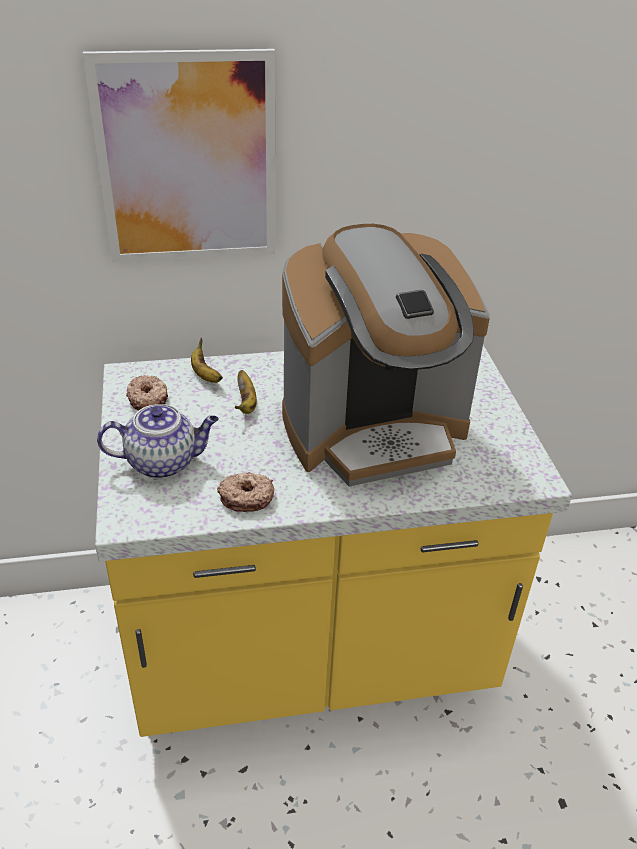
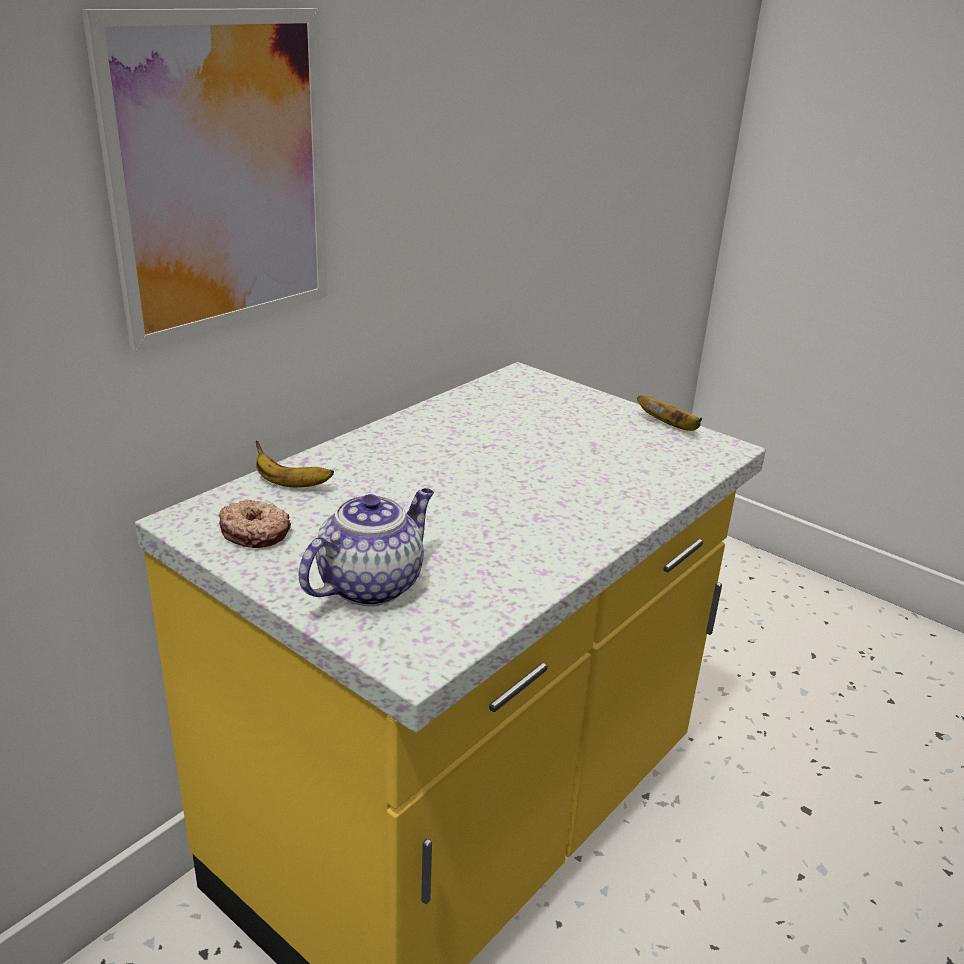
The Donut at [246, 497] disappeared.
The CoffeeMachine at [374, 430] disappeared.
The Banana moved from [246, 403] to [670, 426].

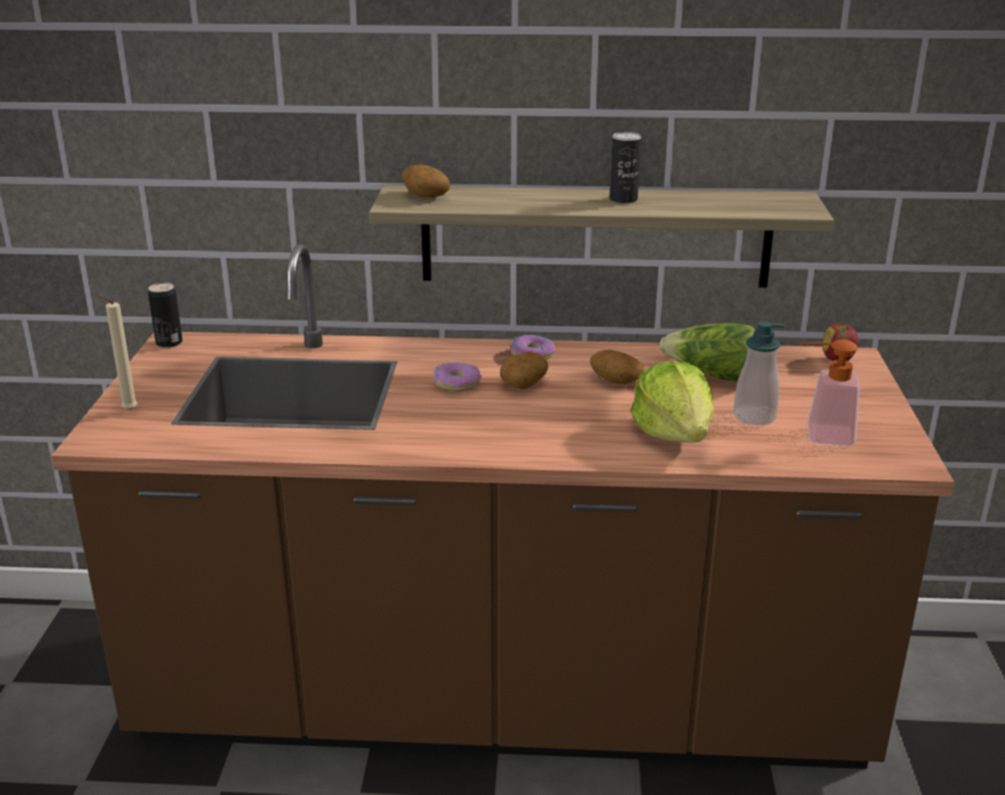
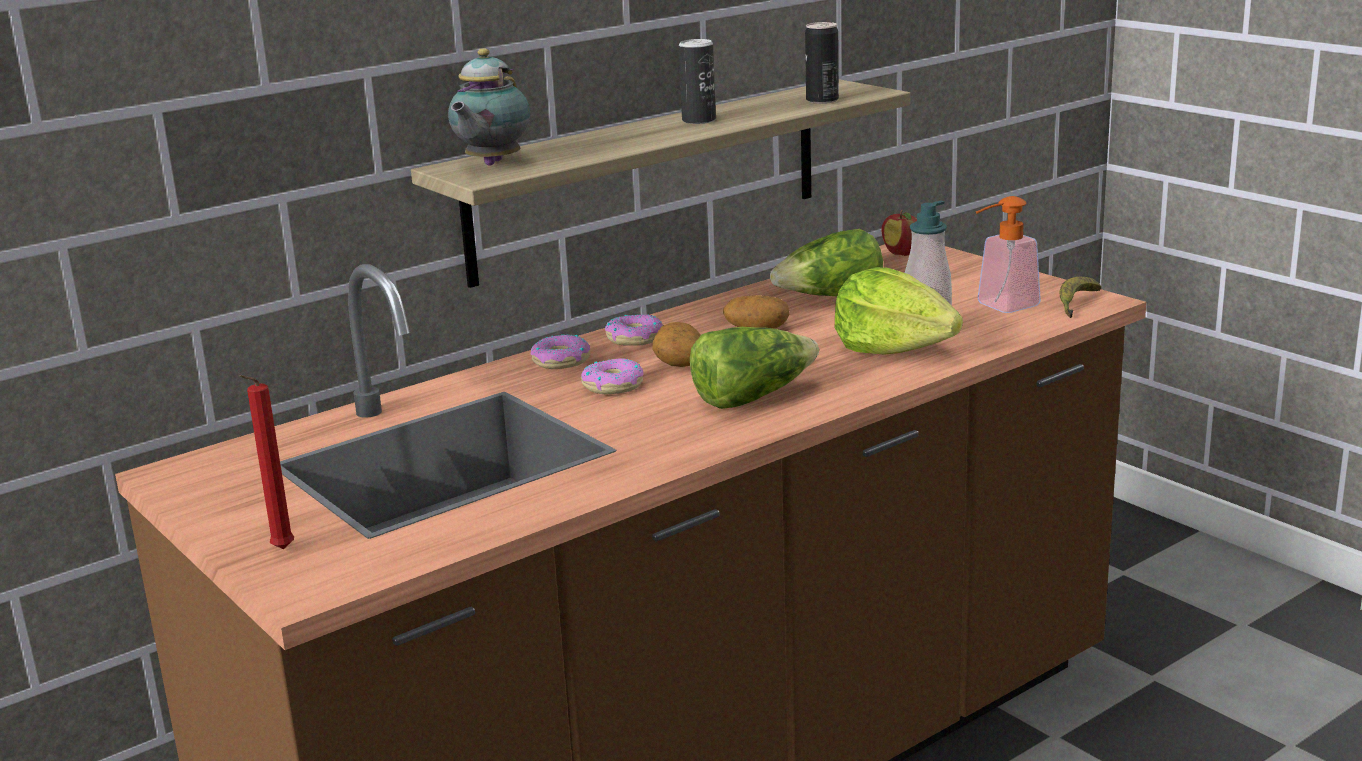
The Donut at [561, 361] appeared.
The Lettuce at [752, 397] appeared.
The Banana at [1076, 304] appeared.
The Can moved from [169, 343] to [822, 100].
The Potato at [425, 195] was replaced by the Teapot at [491, 164].
The BeigeCandle at [127, 411] became the RedCandle at [280, 550].

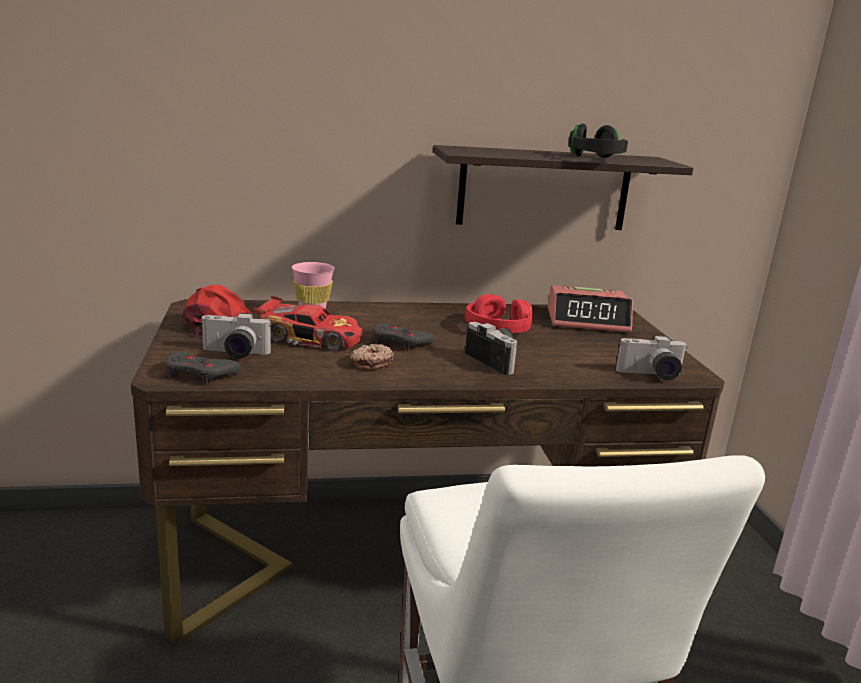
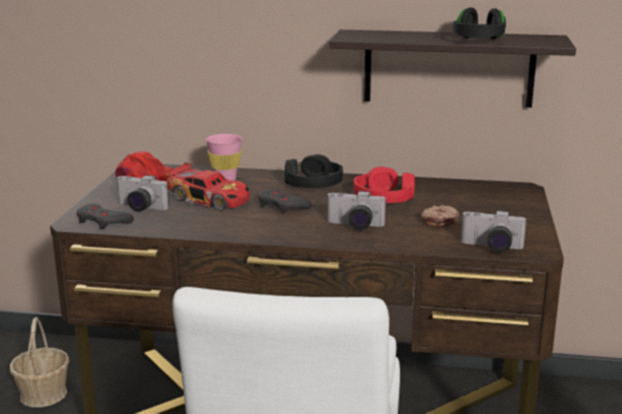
The AlarmClock at [588, 320] disappeared.
The Basket at [43, 394] appeared.
The BlackHeadphones at [312, 184] appeared.
The Donut moved from [371, 363] to [439, 221].
The PhotoCamera at [496, 360] turned 120 degrees clockwise.

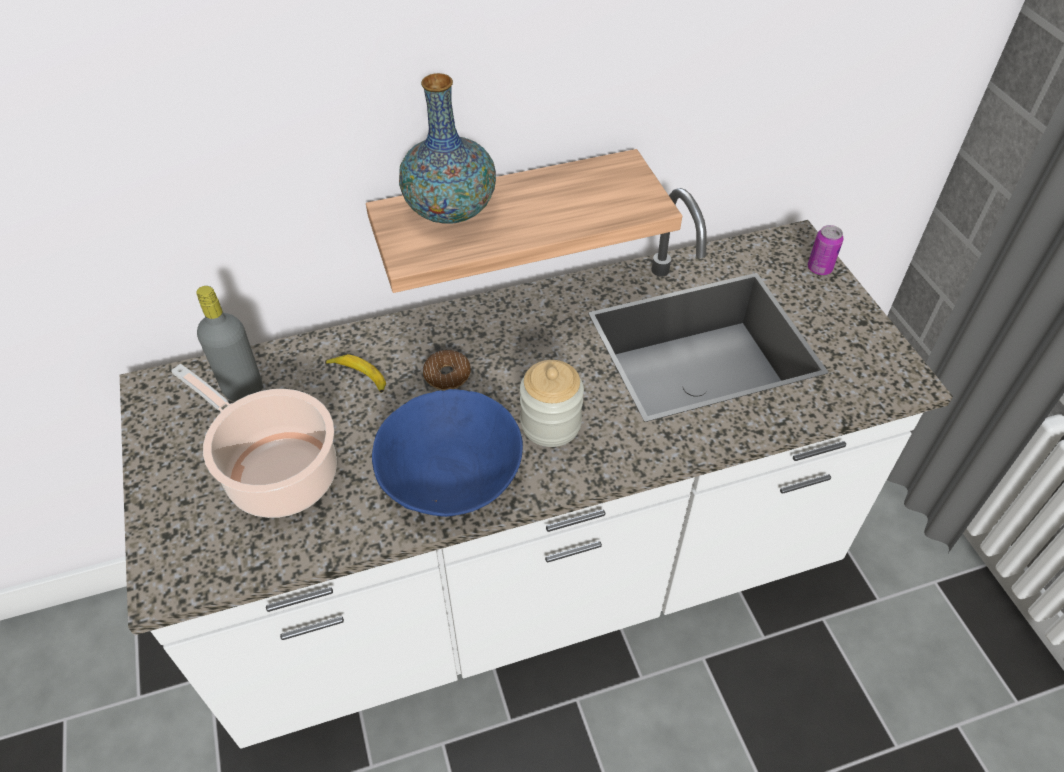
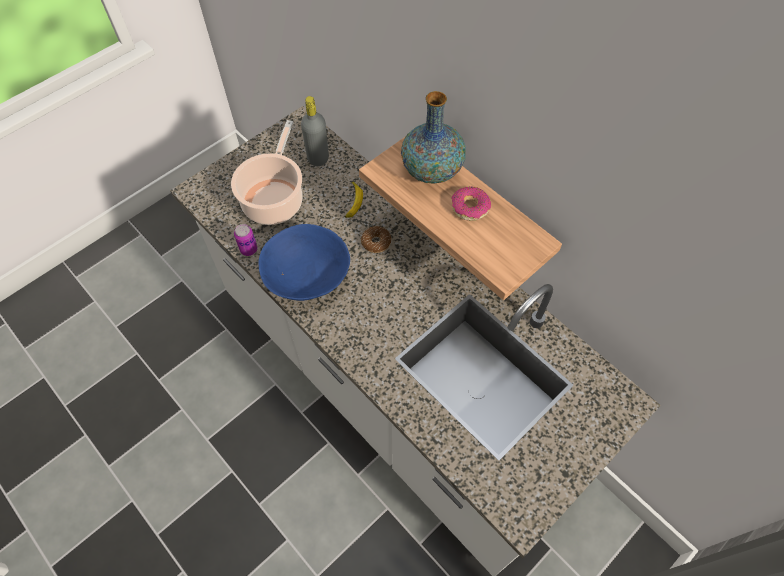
The Jar at [550, 424] disappeared.
The Donut at [470, 208] appeared.
The Can moved from [819, 268] to [249, 249].

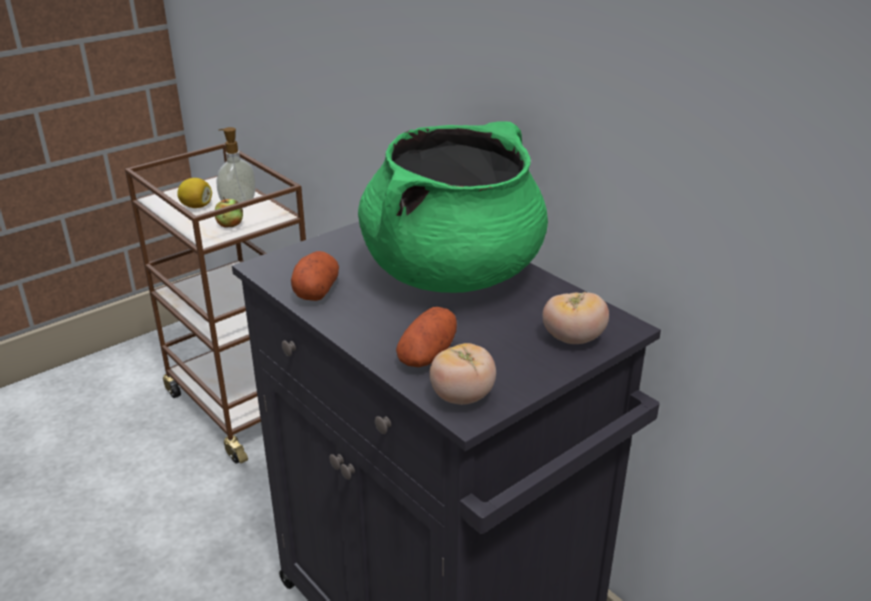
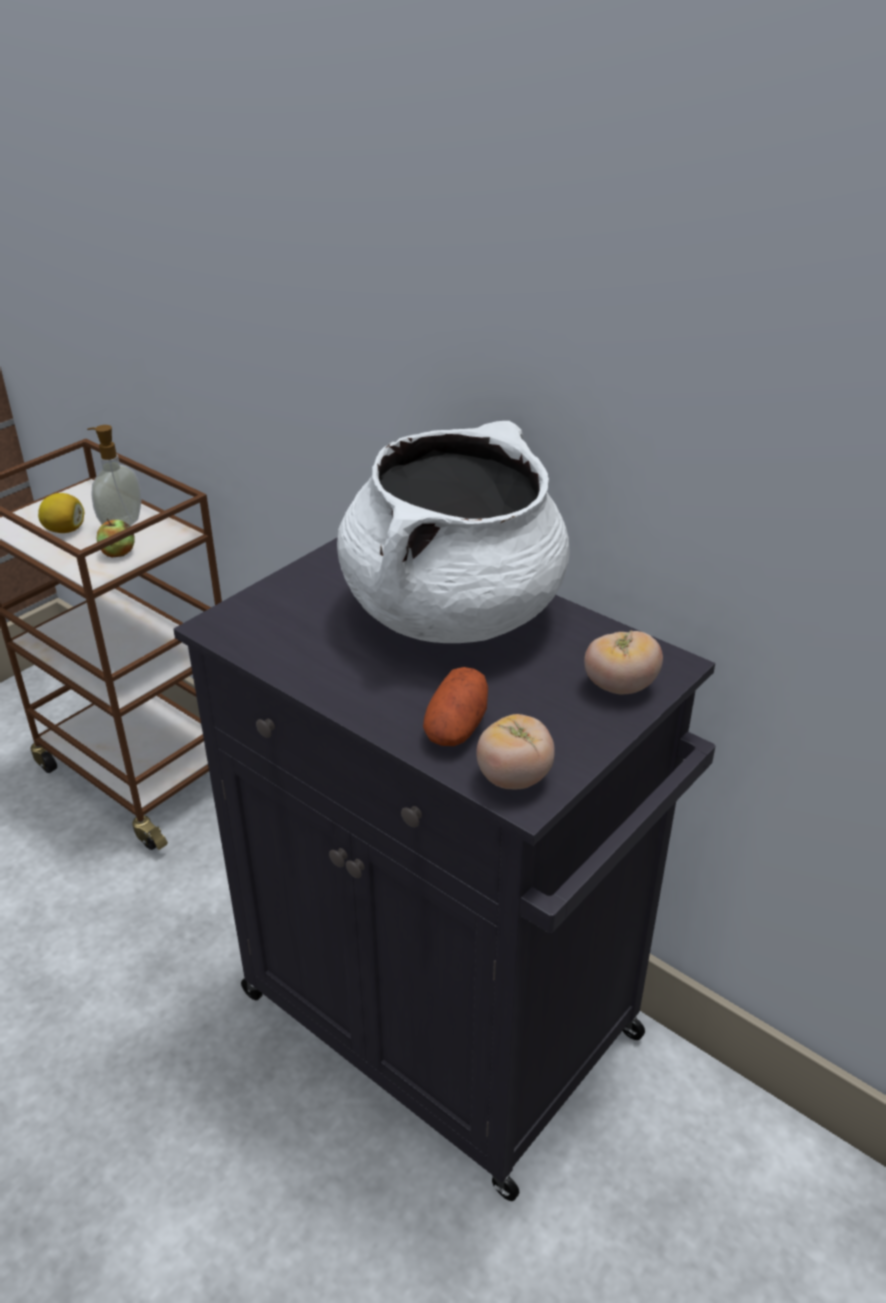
The Potato at [316, 290] disappeared.
The GreenCookingPot at [453, 273] became the WhiteCookingPot at [453, 612].

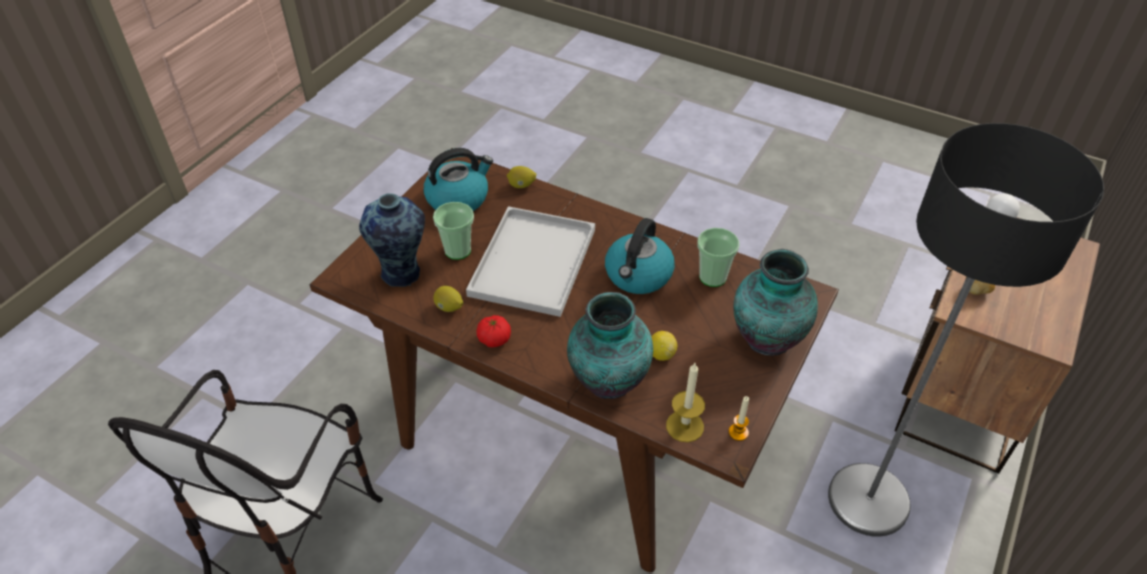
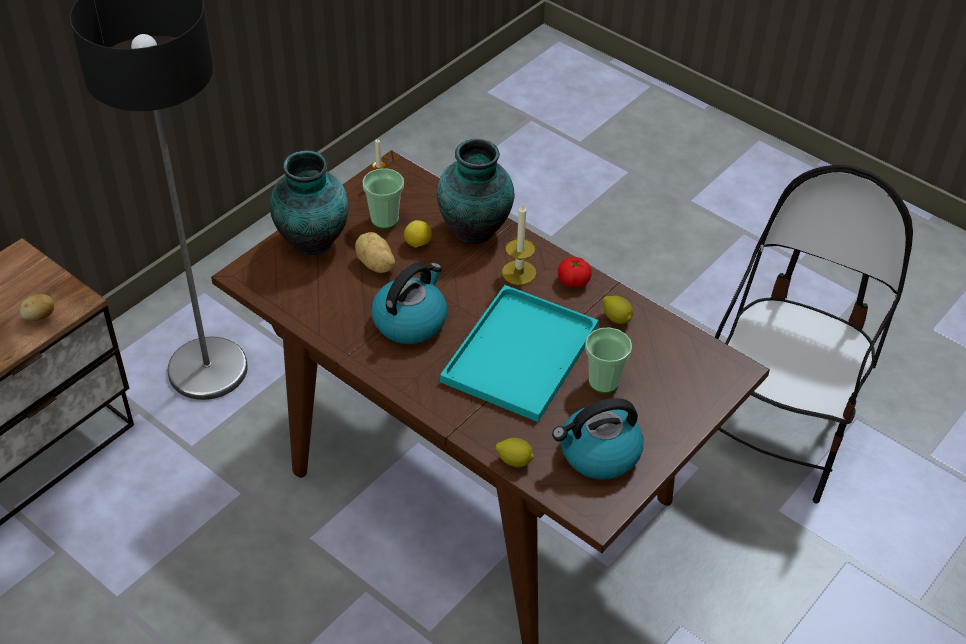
The Vase at [402, 274] disappeared.
The Potato at [375, 265] appeared.
The Candle moved from [684, 426] to [519, 272].
The Cup moved from [712, 277] to [385, 219].
The WhiteTray at [532, 260] became the TurquoiseTray at [520, 356].

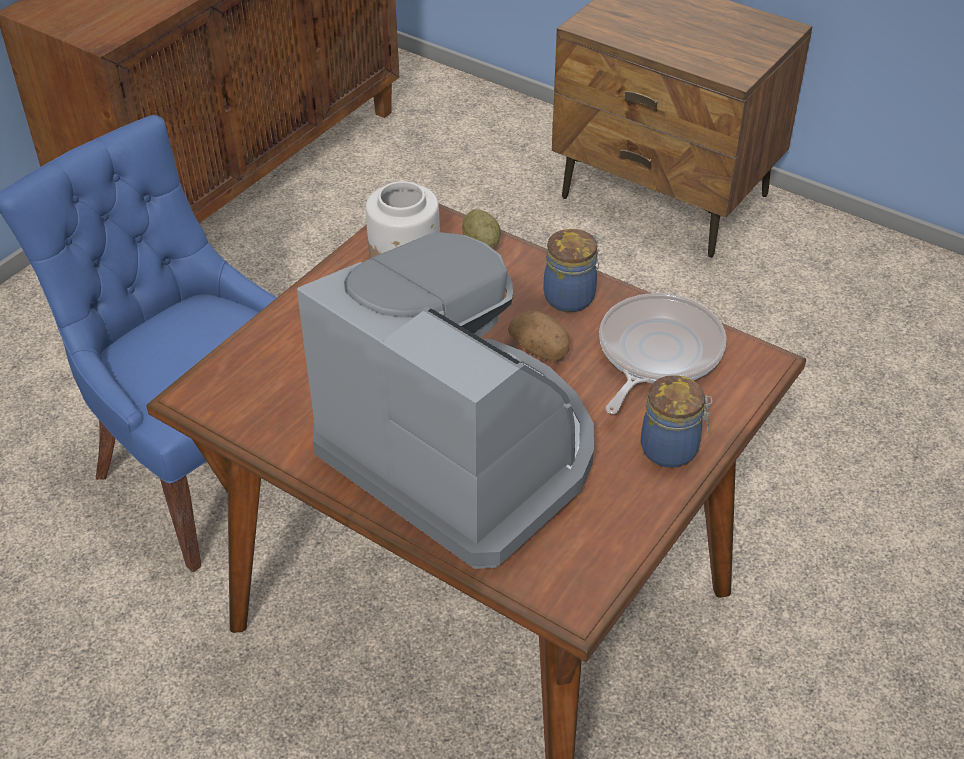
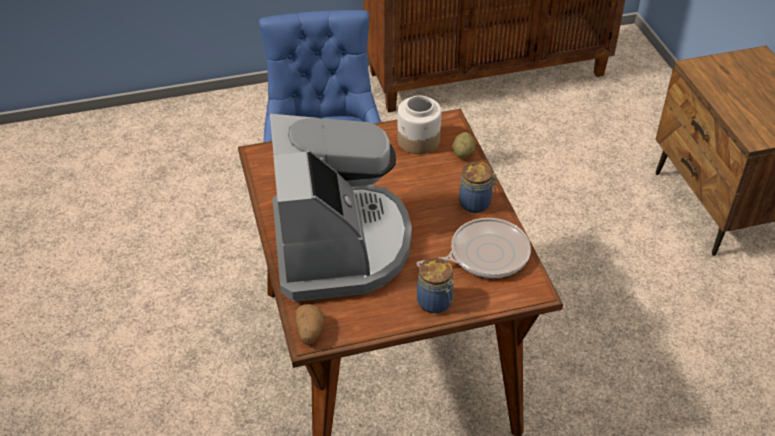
The Potato moved from [540, 350] to [309, 332].

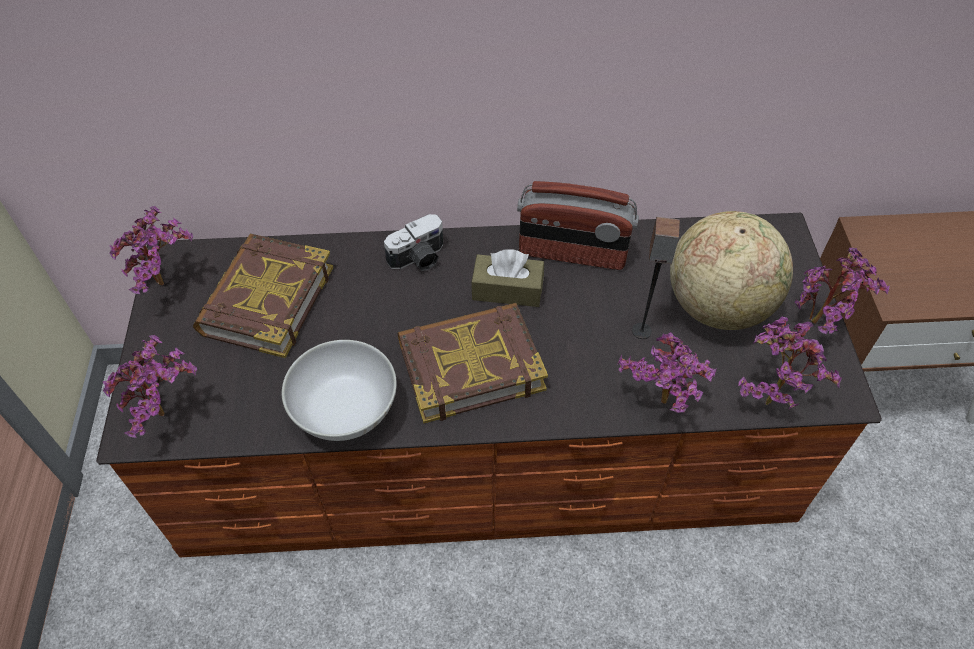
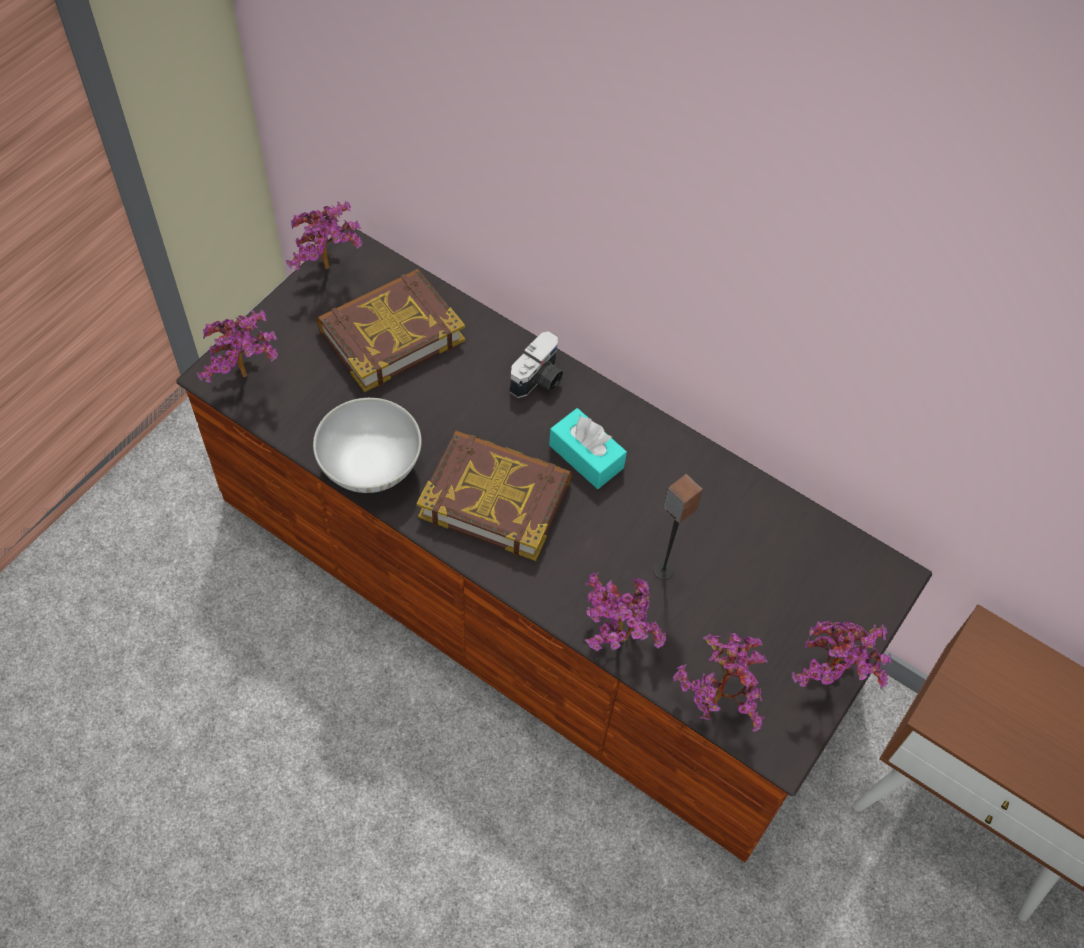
The Radio at [572, 253] disappeared.
The Globe at [717, 306] disappeared.
The BrownTissueBox at [507, 290] became the TurquoiseTissueBox at [586, 456].
The PhotoCamera at [419, 259] turned 60 degrees counterclockwise.

